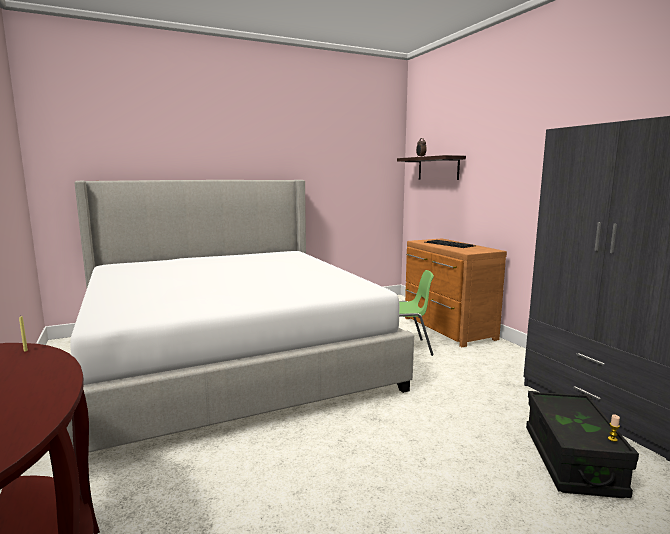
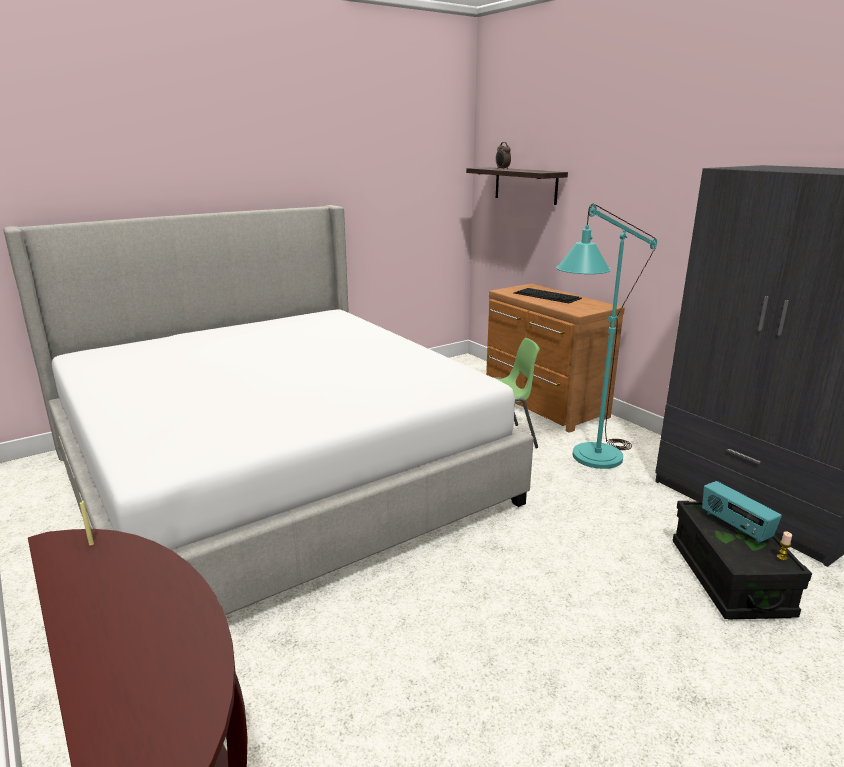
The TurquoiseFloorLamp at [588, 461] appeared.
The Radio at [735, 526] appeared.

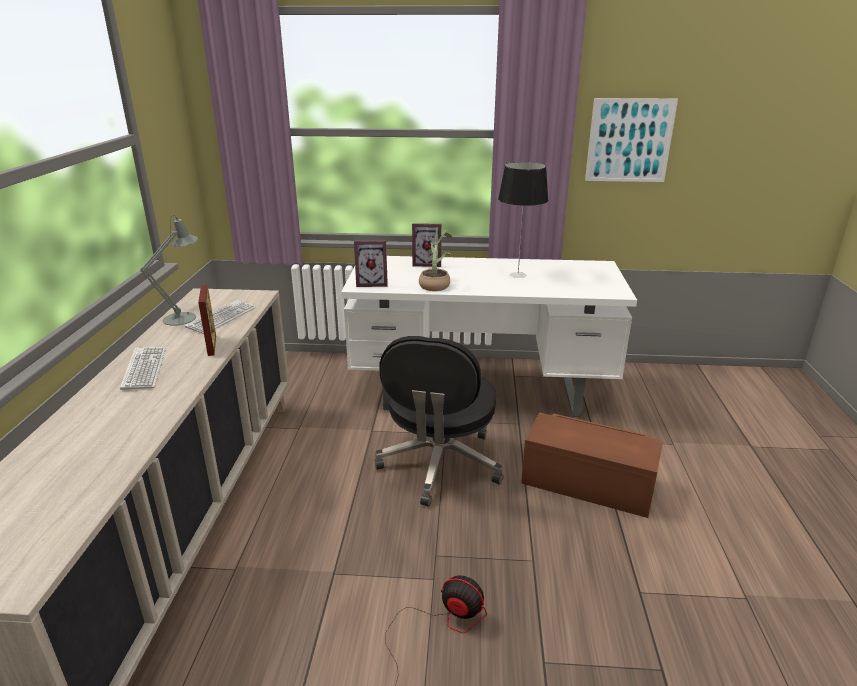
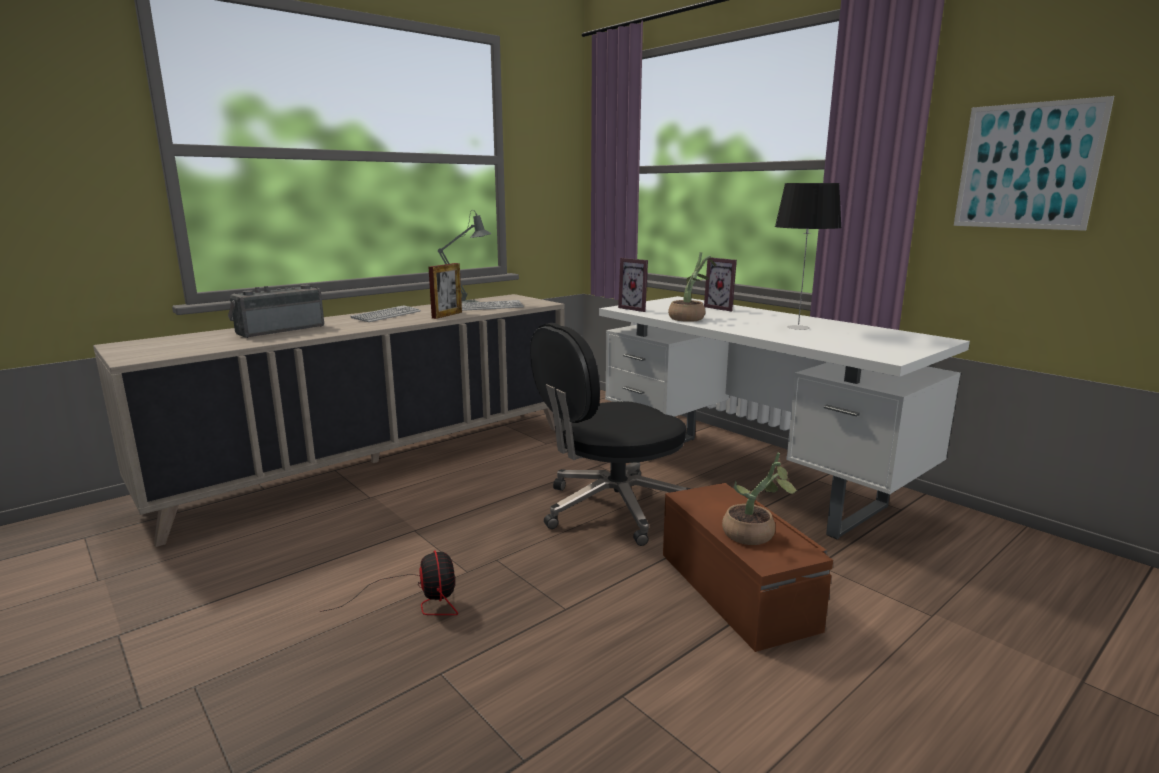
The Radio at [279, 330] appeared.
The PottedPlant at [754, 536] appeared.

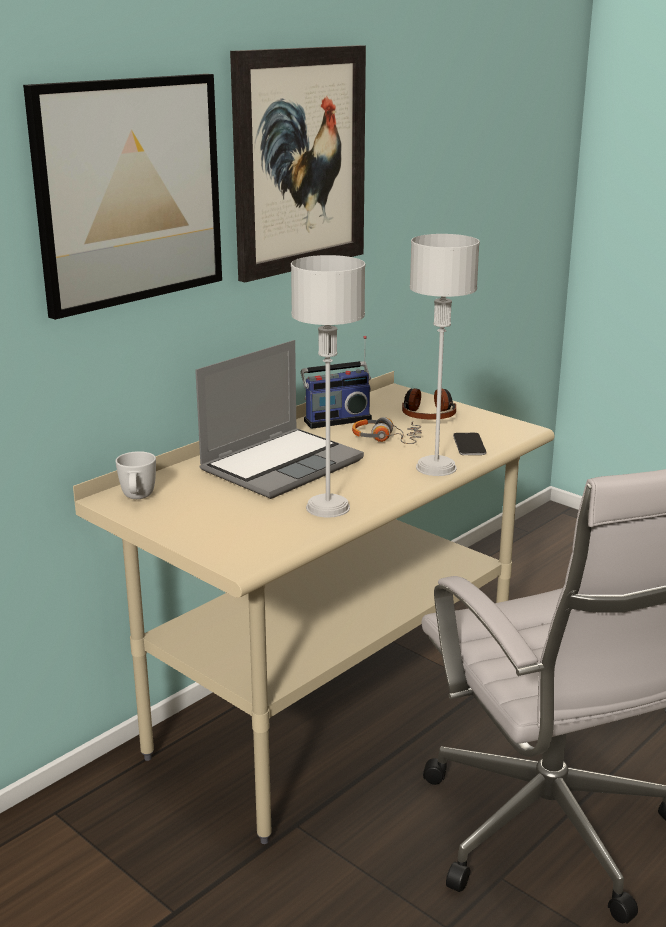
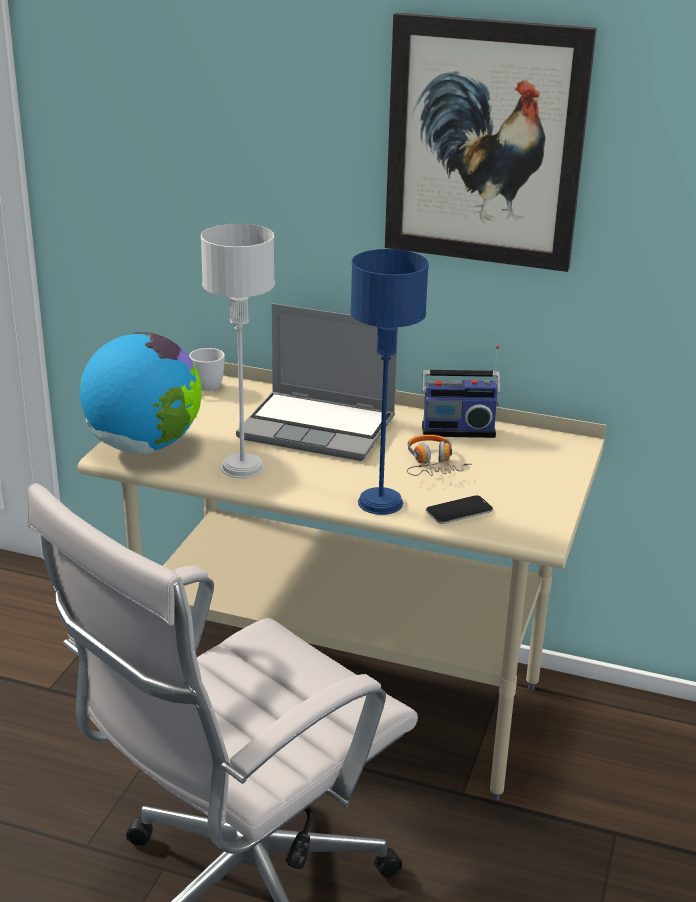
The Picture at [129, 192] disappeared.
The Headphones at [428, 415] disappeared.
The Globe at [144, 447] appeared.
The GreyTableLamp at [437, 468] became the BlueTableLamp at [380, 503].
The Radio at [336, 419] turned 45 degrees counterclockwise.

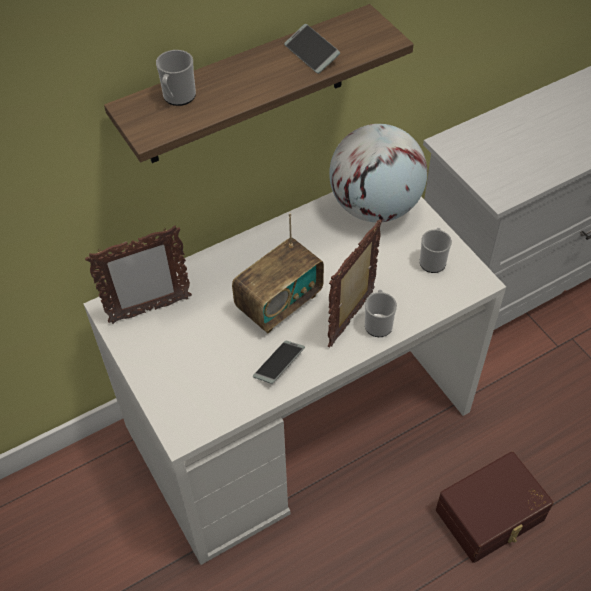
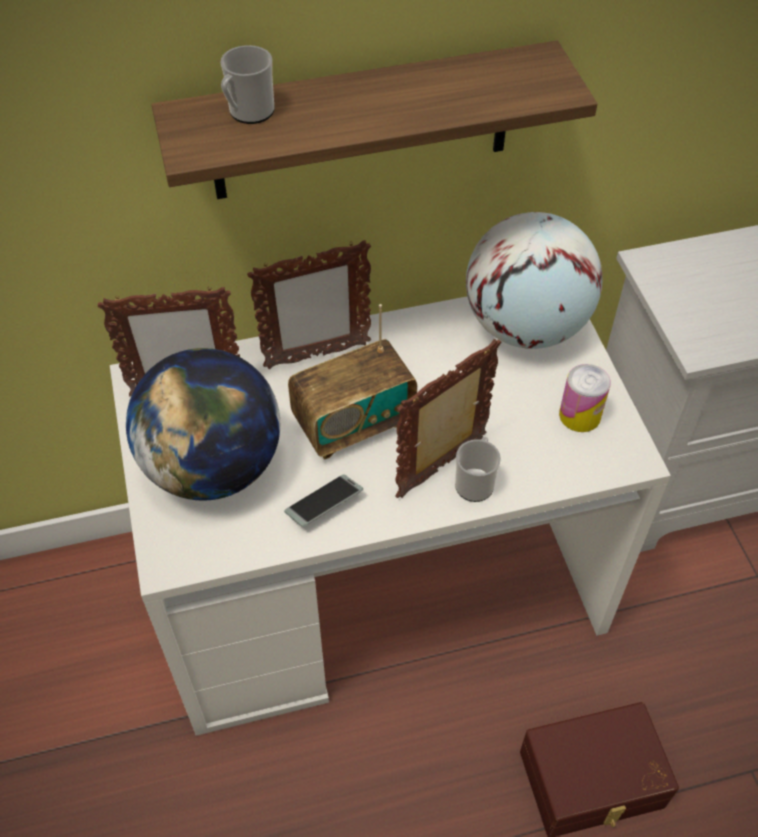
The Phone at [311, 54] disappeared.
The Globe at [214, 466] appeared.
The PictureFrame at [316, 355] appeared.
The Mug at [433, 260] was replaced by the Can at [580, 415].

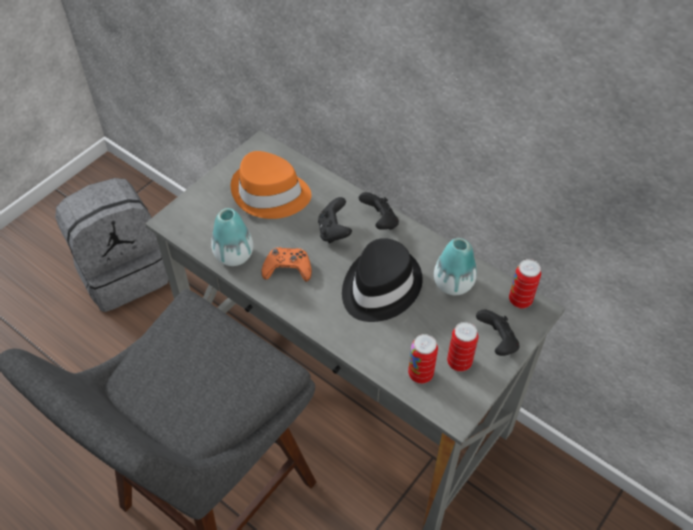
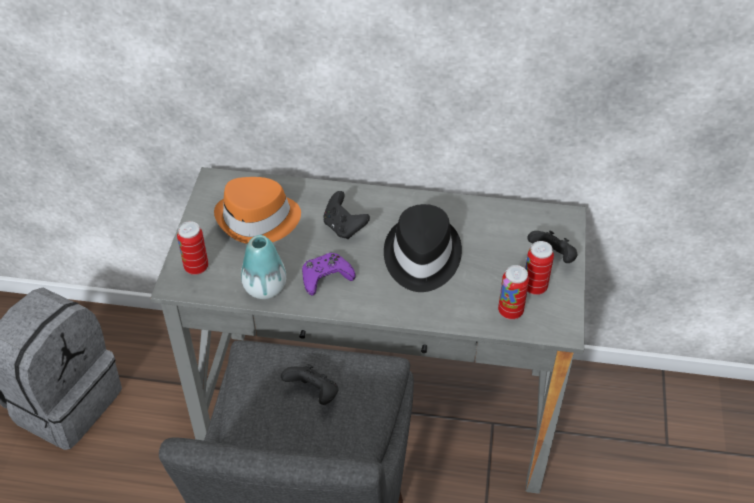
The Vase at [453, 283] disappeared.
The BlackGameController moved from [380, 221] to [313, 394].
The Can moved from [520, 300] to [196, 267].
The OrangeGameController at [287, 268] became the PurpleGameController at [326, 277].

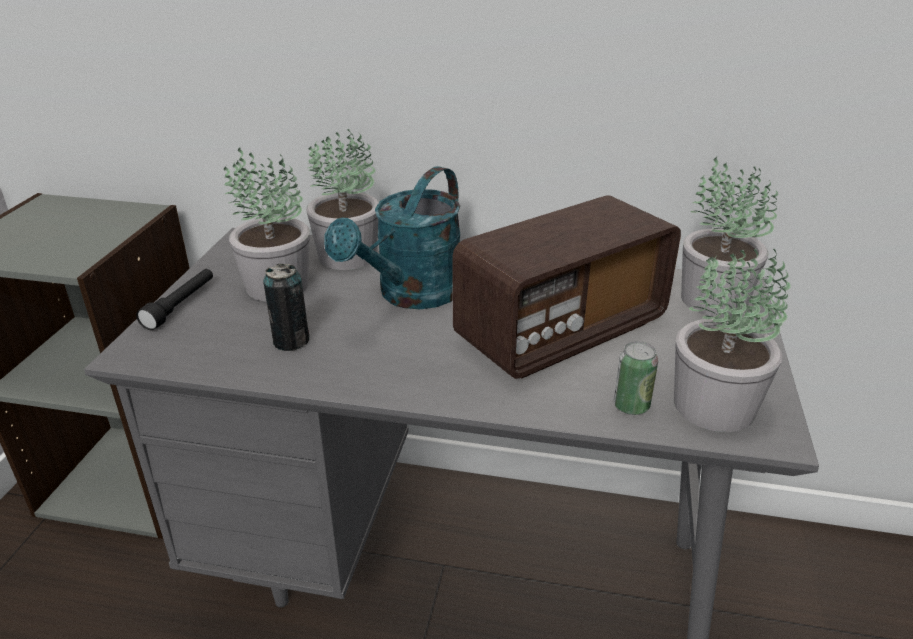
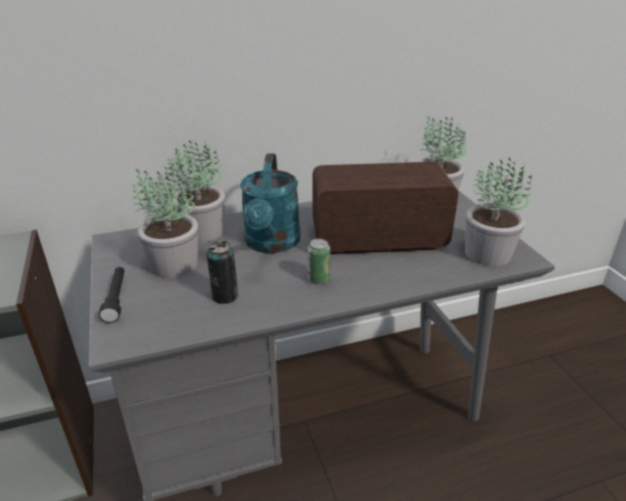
The Can moved from [631, 406] to [318, 279].
The Radio at [561, 332] turned 120 degrees counterclockwise.

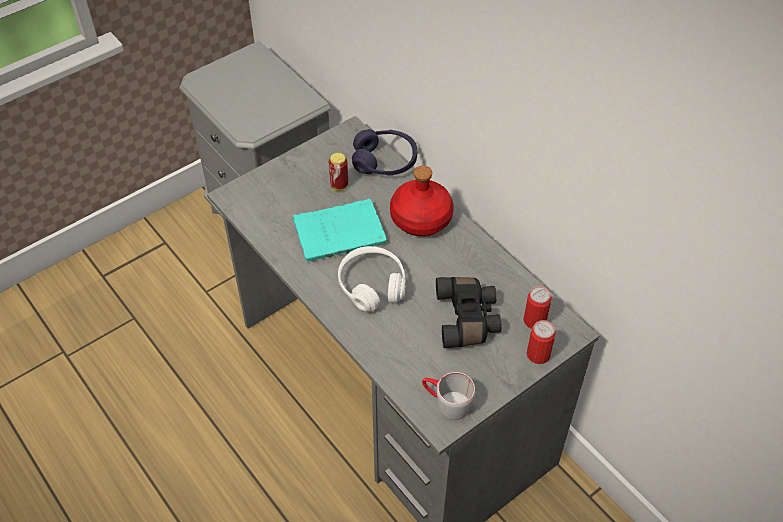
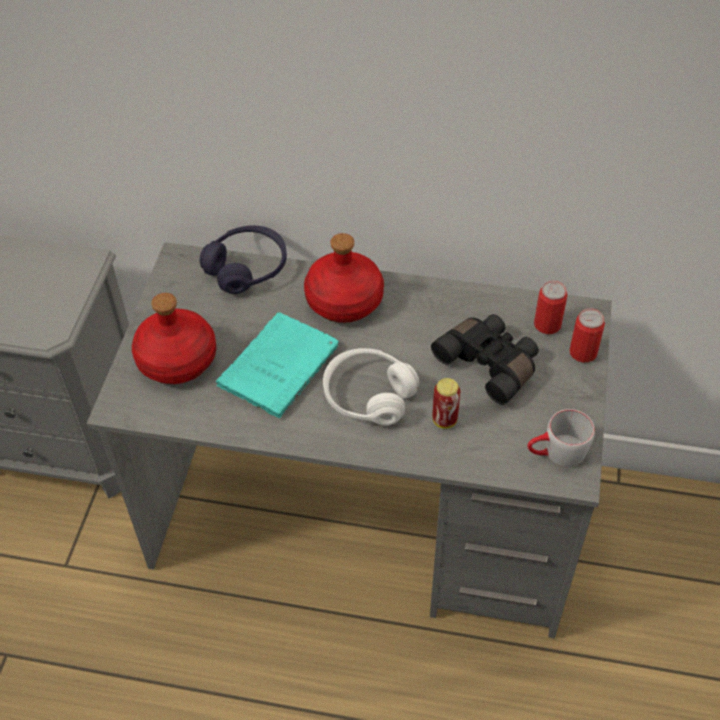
The RedBottle at [176, 359] appeared.
The Can moved from [339, 185] to [444, 420].

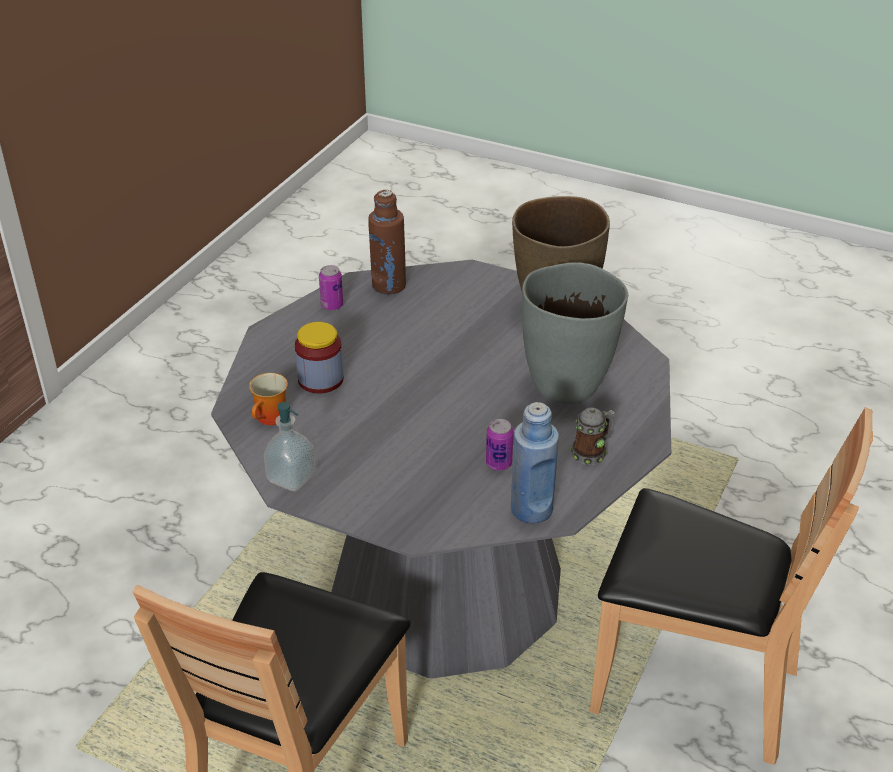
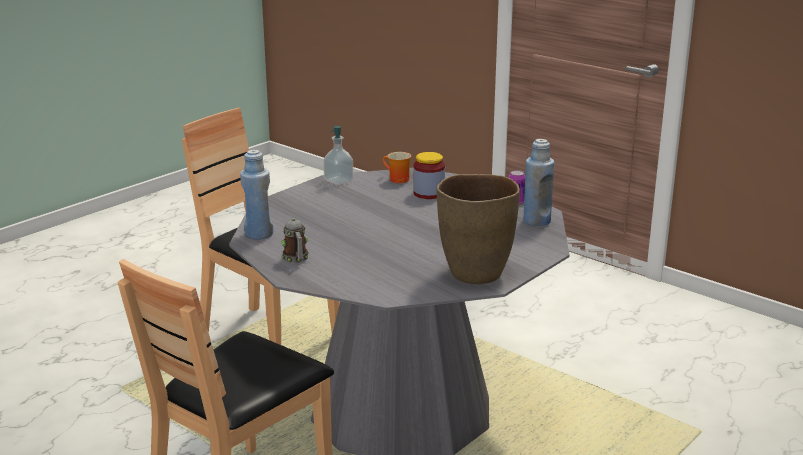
The Can at [499, 463] disappeared.
The GreyVase at [566, 385] disappeared.
The BrownBottle at [388, 286] became the BlueBottle at [536, 221].

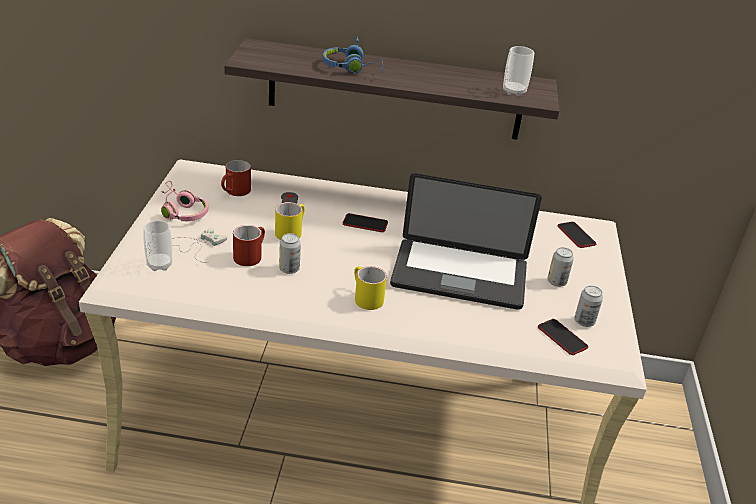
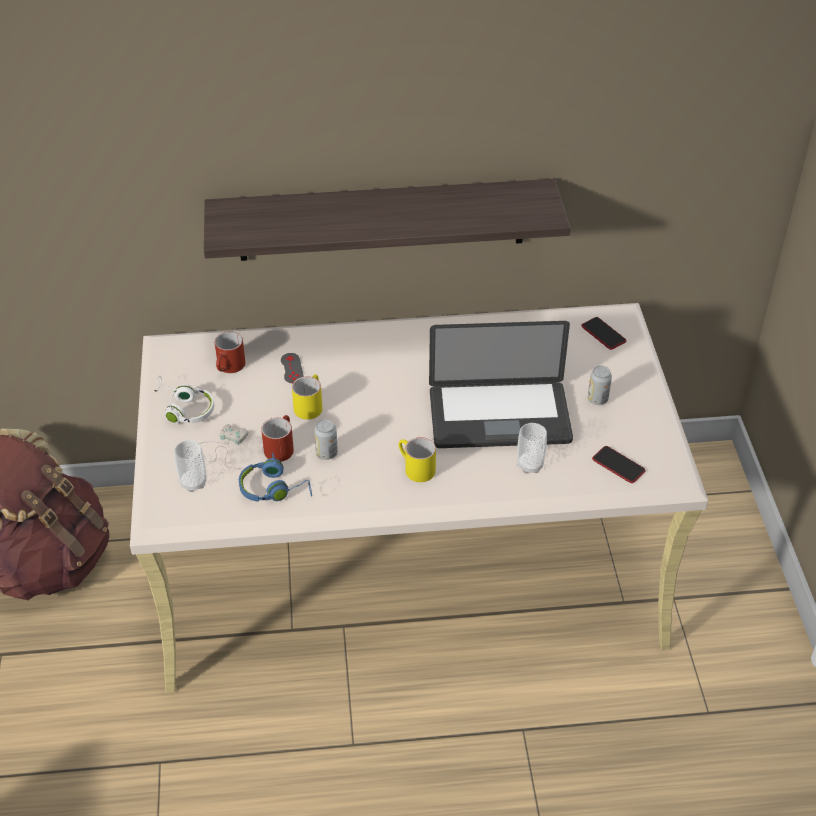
The Phone at [365, 224] disappeared.
The Can at [584, 321] disappeared.
The BlueHeadphones moved from [352, 68] to [274, 489].
The Cup moved from [514, 92] to [530, 465].
The PinkHeadphones at [181, 211] became the WhiteHeadphones at [183, 408].

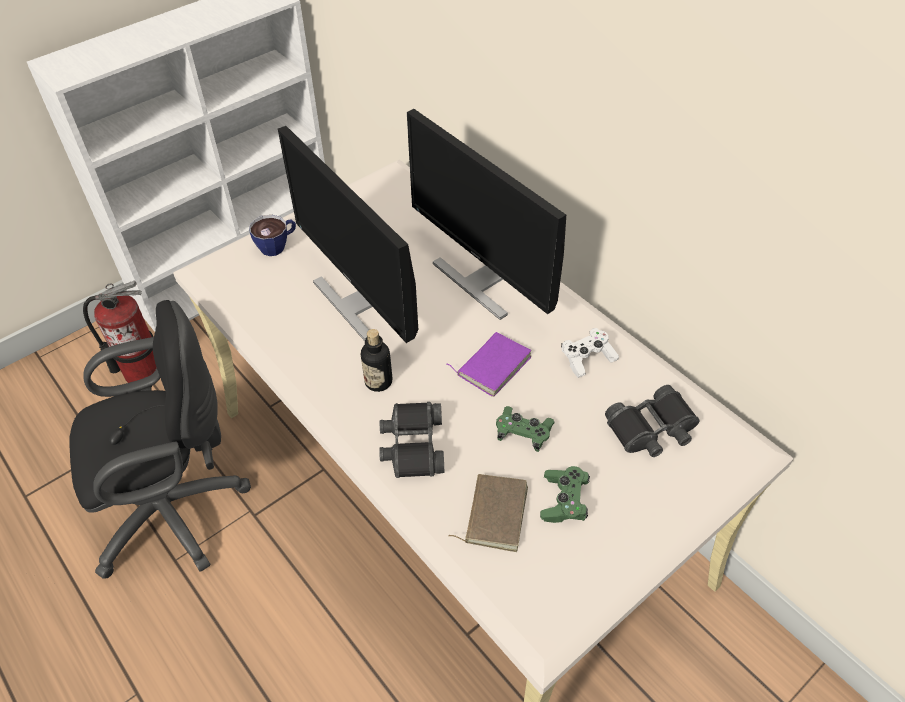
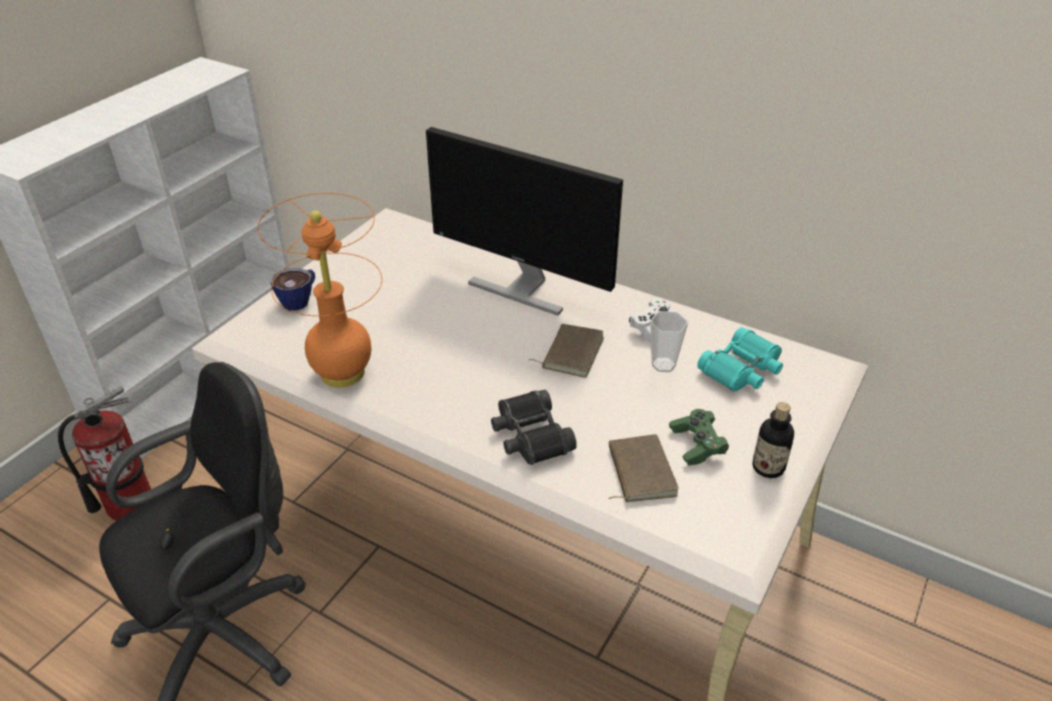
The Monitor at [358, 302] disappeared.
The GreenGameController at [523, 434] disappeared.
The OrangeTableLamp at [341, 373] appeared.
The Cup at [663, 365] appeared.
The Bottle moved from [378, 381] to [768, 467].
The PurpleBook at [492, 365] became the BrownBook at [571, 353].
The BlackBinoculars at [652, 430] became the TurquoiseBinoculars at [742, 370].

